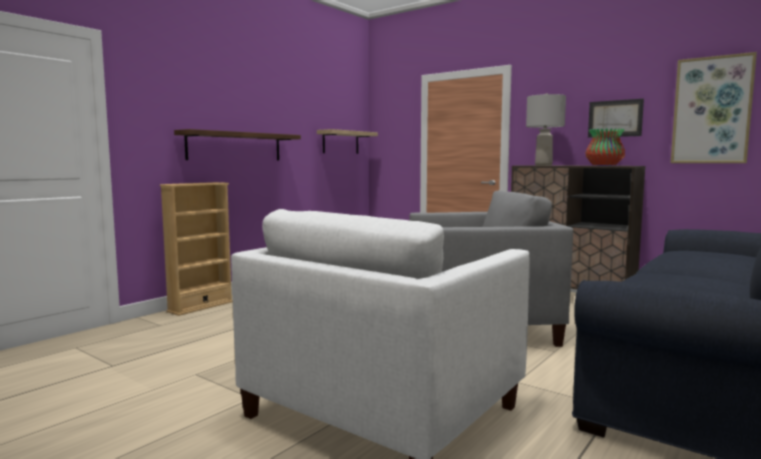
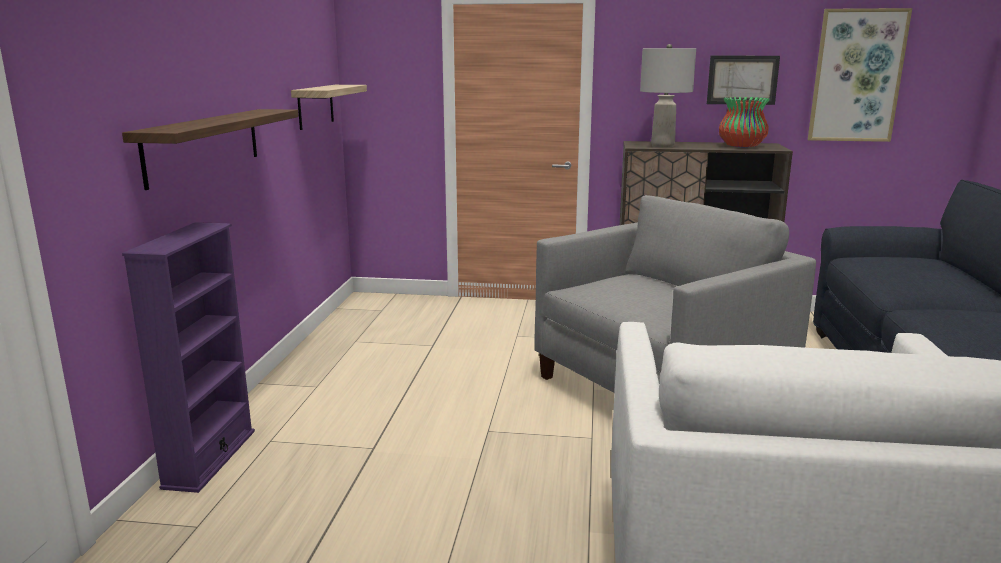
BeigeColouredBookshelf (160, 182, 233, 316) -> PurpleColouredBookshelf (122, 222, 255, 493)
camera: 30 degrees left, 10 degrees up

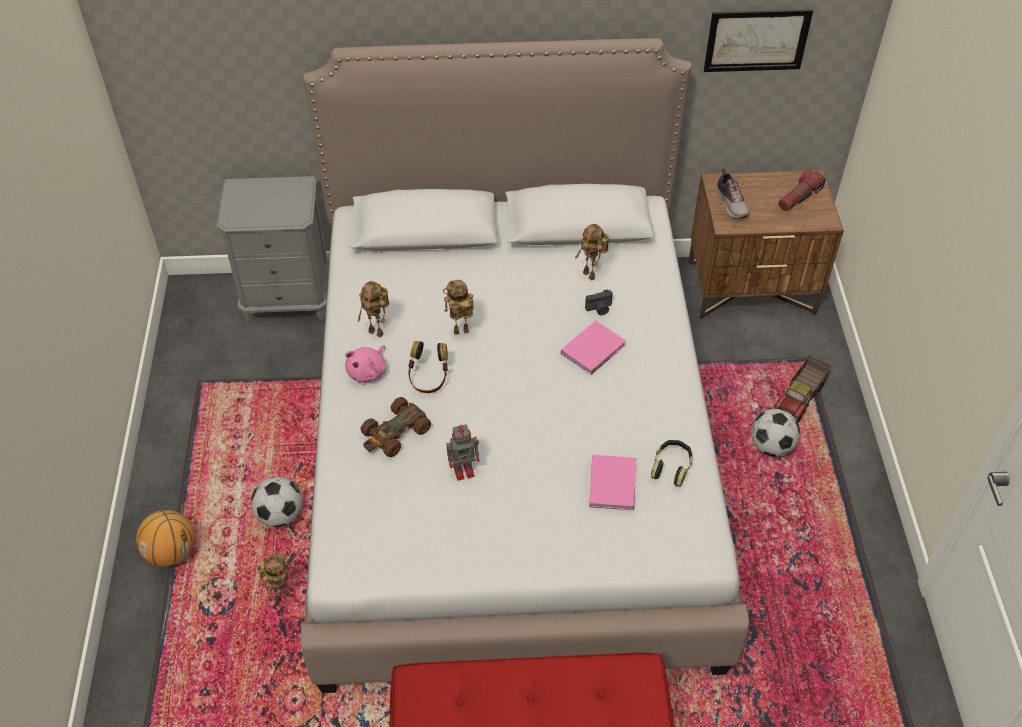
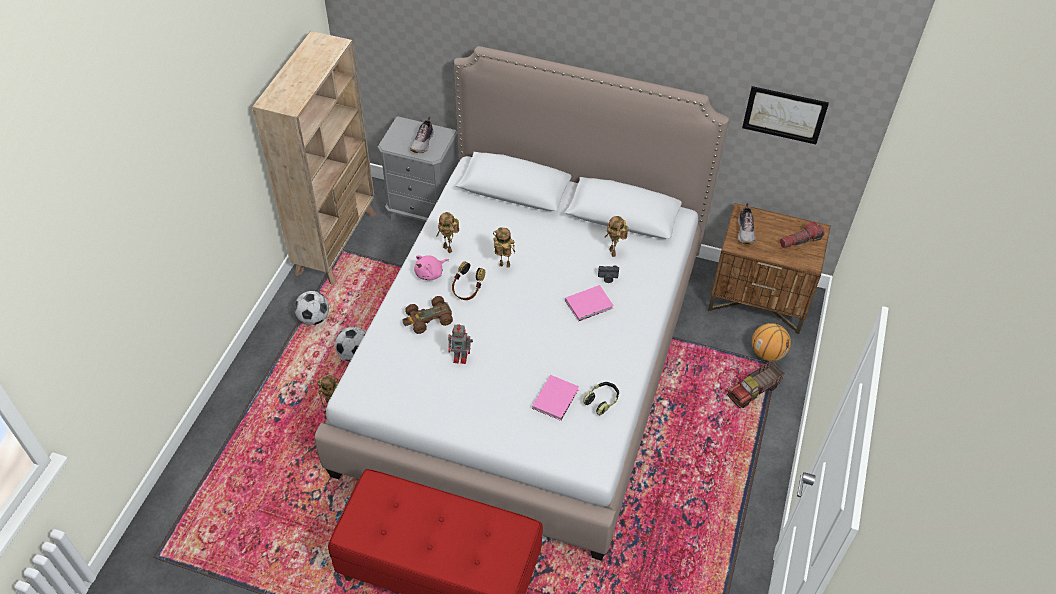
BasketballBall (136, 510, 195, 567) -> BasketballBall (752, 323, 791, 361), move
FootballBall (751, 409, 800, 457) -> FootballBall (294, 291, 329, 325), move
none -> BeigeColouredBookshelf (252, 31, 377, 285)
none -> LowShoe (410, 117, 434, 153)
camera: 20 degrees right, 0 degrees up

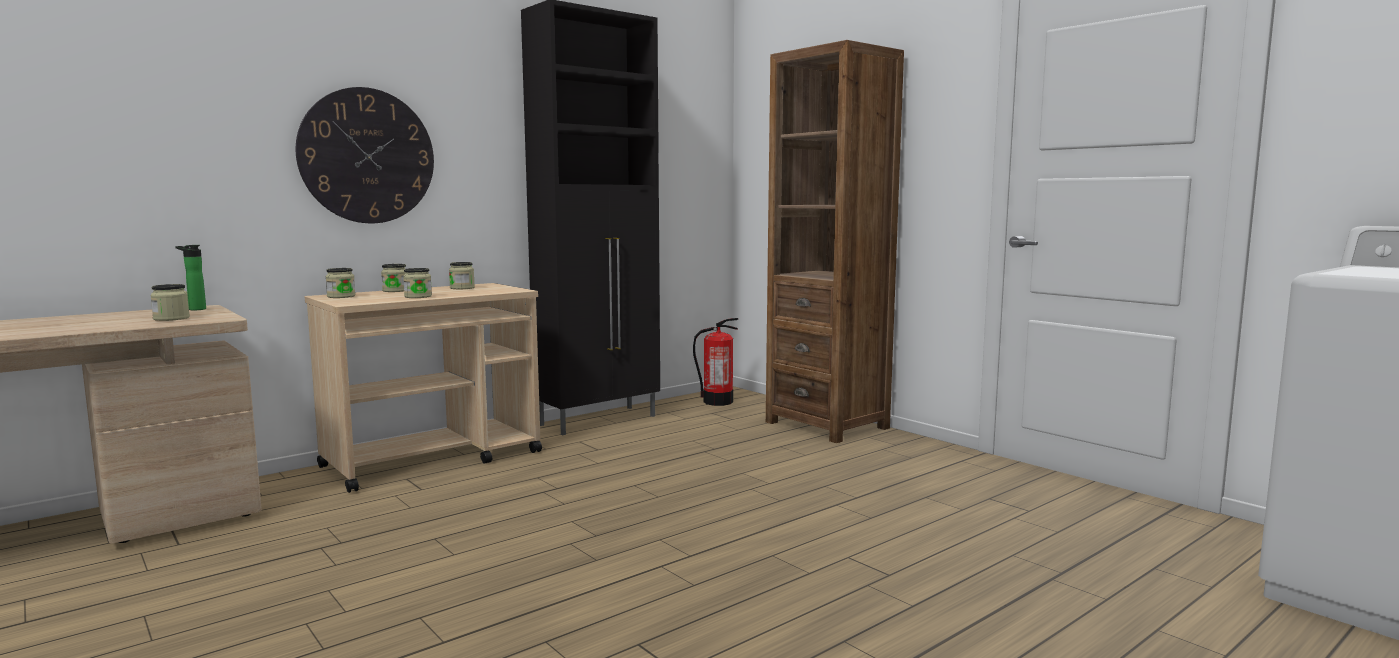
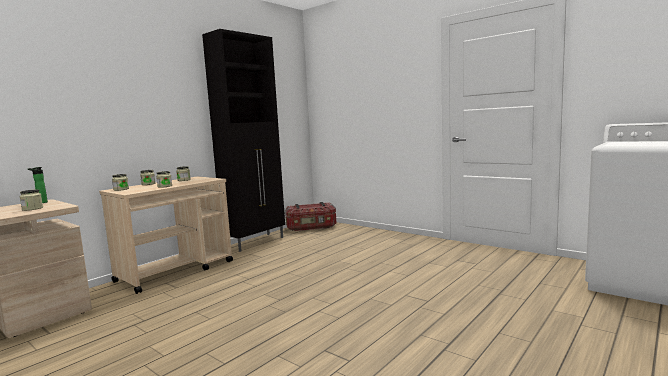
HangingClock (296, 87, 434, 223) -> none
Extinguisher (693, 318, 738, 406) -> StorageContainer (285, 202, 336, 231)
BrownishBookshelf (766, 40, 904, 443) -> none
camera: 10 degrees left, 0 degrees up

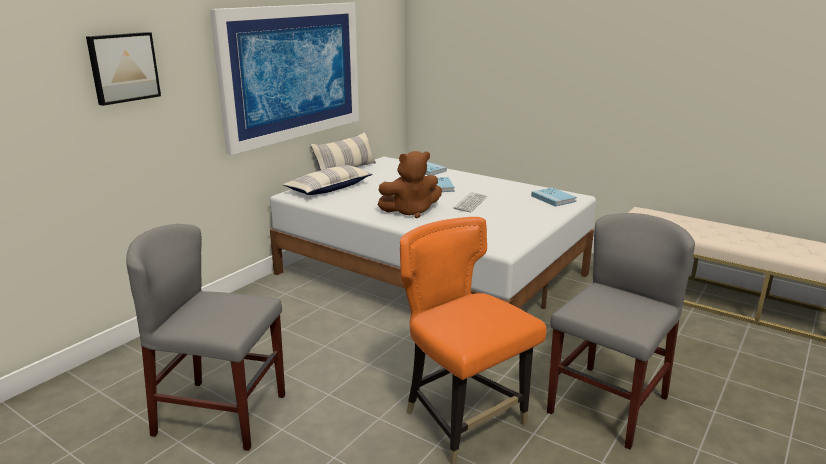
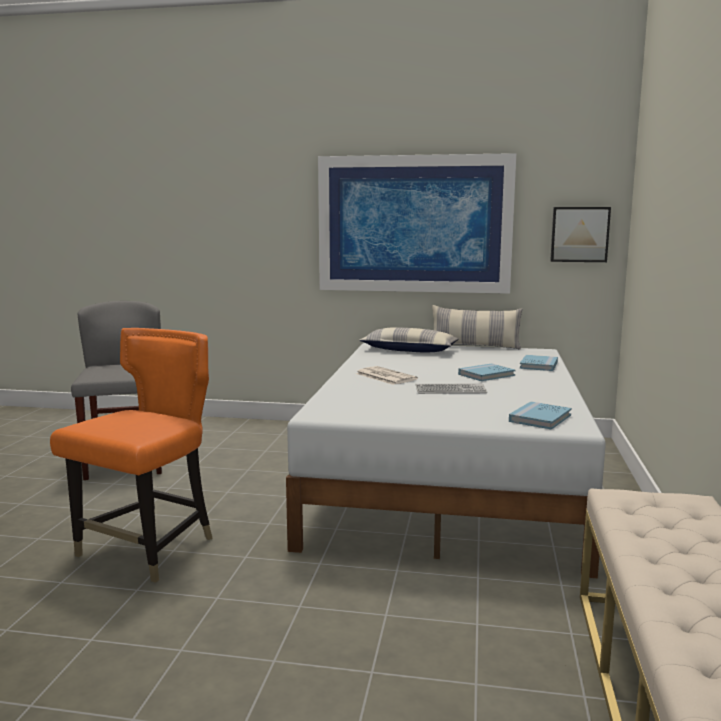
Picture (86, 32, 161, 106) -> Picture (550, 207, 611, 262), move
BrownishCuddlyToy (378, 151, 442, 218) -> Newspaper (356, 366, 418, 385)
GreyishUprightChair (547, 213, 695, 450) -> none
camera: 65 degrees right, 10 degrees down

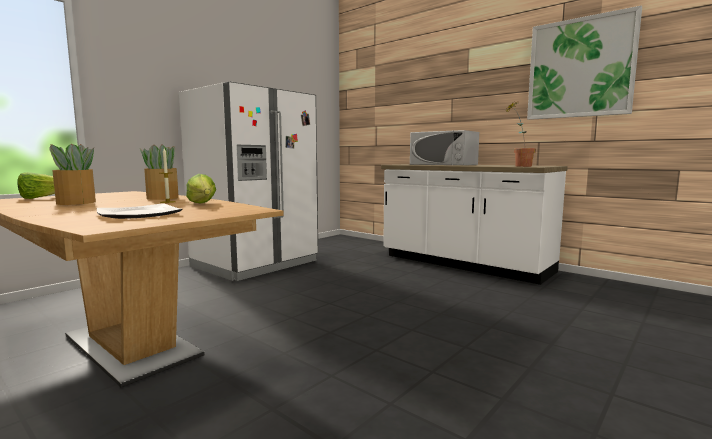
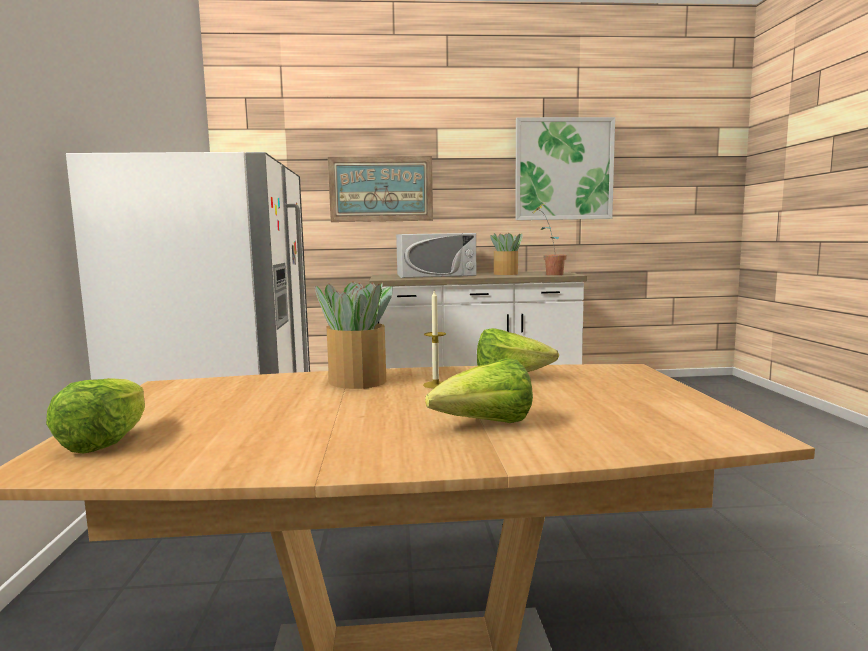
Houseplant (49, 144, 96, 205) -> Houseplant (490, 233, 523, 275), move
FlatDish (97, 203, 183, 219) -> none
none -> Picture (328, 156, 433, 222)
none -> LettuceHead (425, 358, 533, 423)
camera: 45 degrees left, 0 degrees up

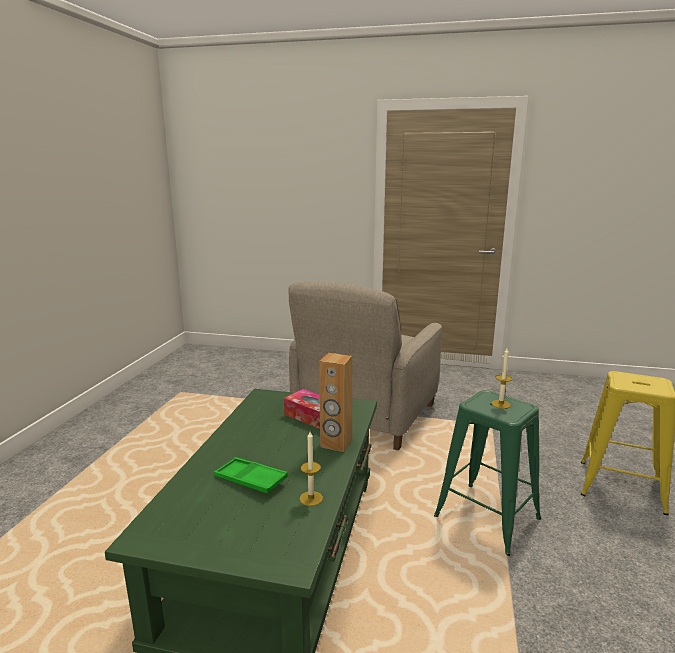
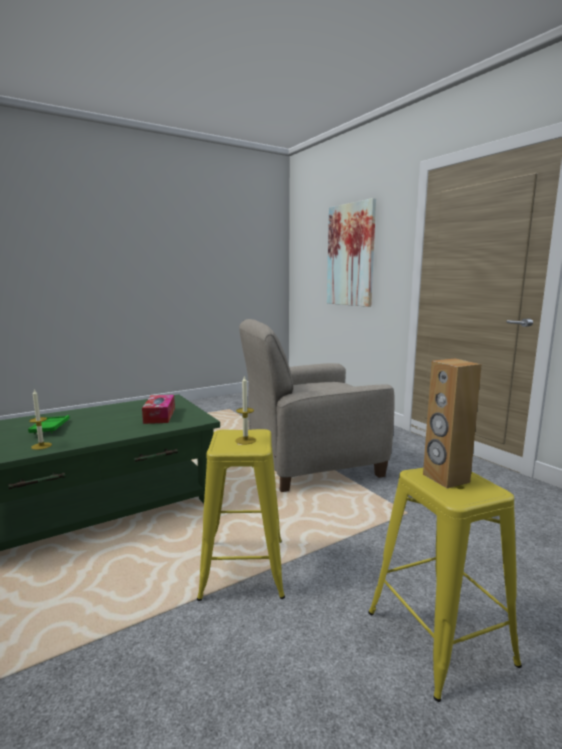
BrownishAudioSpeaker (319, 353, 352, 452) -> BrownishAudioSpeaker (423, 358, 481, 488), move
GreenStool (434, 390, 541, 556) -> YellowStool (197, 429, 285, 601)
none -> Picture (327, 198, 376, 307)
camera: 45 degrees right, 5 degrees down

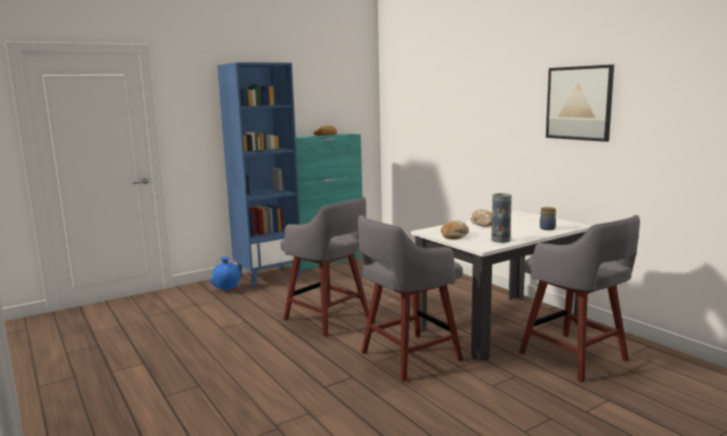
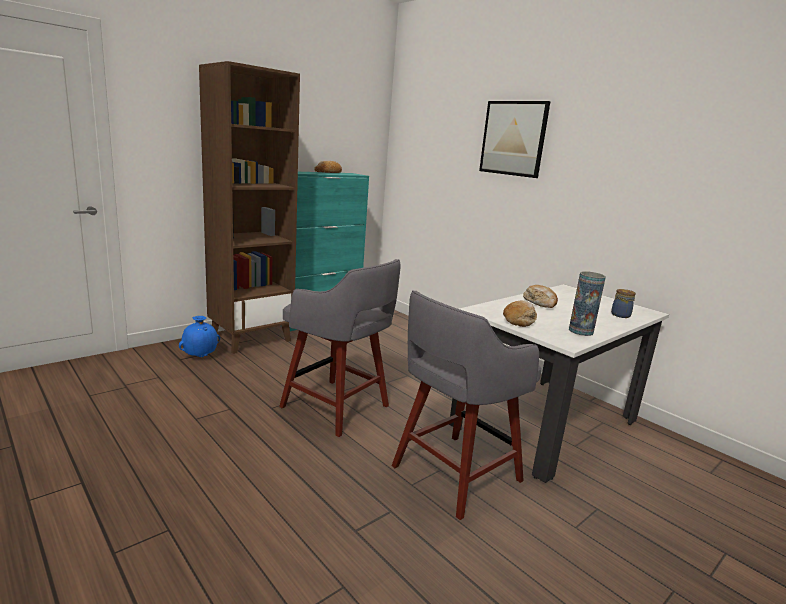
BluishBookshelf (217, 62, 302, 287) -> BrownishBookshelf (199, 61, 300, 354)
GreyishStool (519, 215, 640, 382) -> none
Picture (546, 65, 614, 142) -> Picture (479, 101, 550, 178), move
camera: 10 degrees left, 5 degrees up

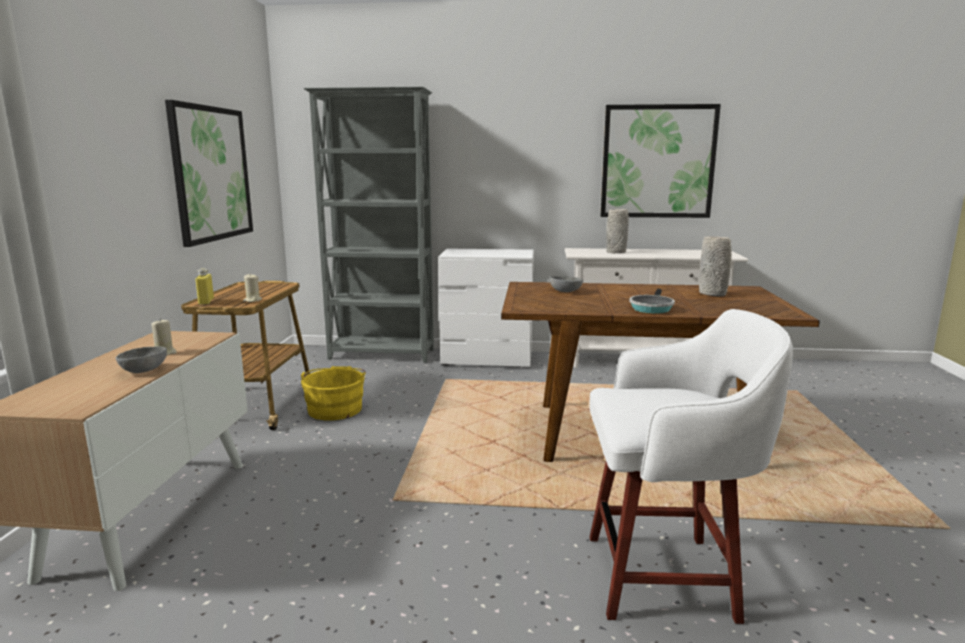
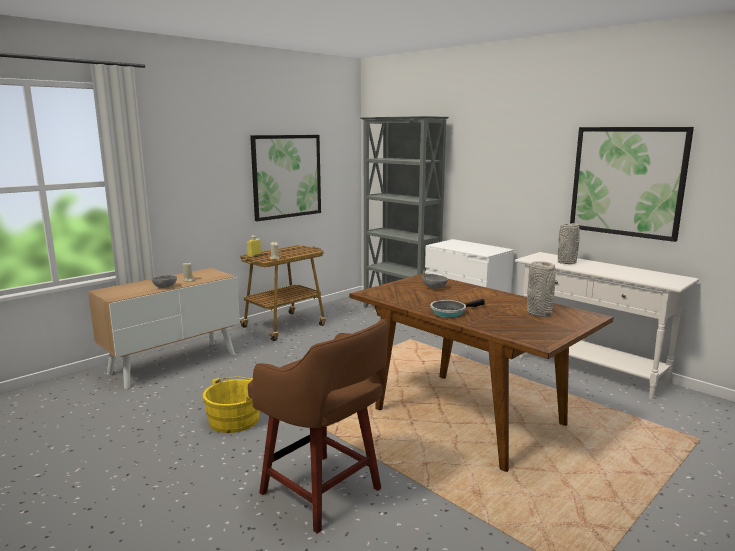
YellowBucket (301, 366, 366, 421) -> YellowBucket (203, 377, 260, 433), move
WhiteColouredStool (589, 309, 793, 624) -> BrownishStool (248, 319, 388, 534)
camera: 40 degrees right, 0 degrees up

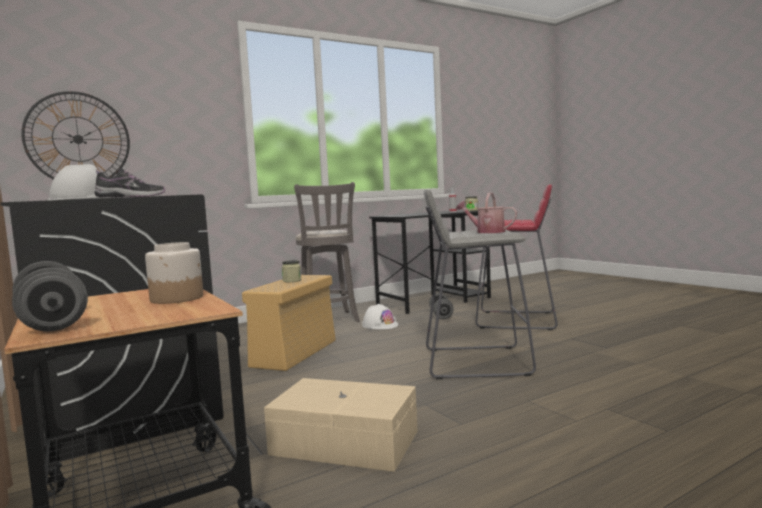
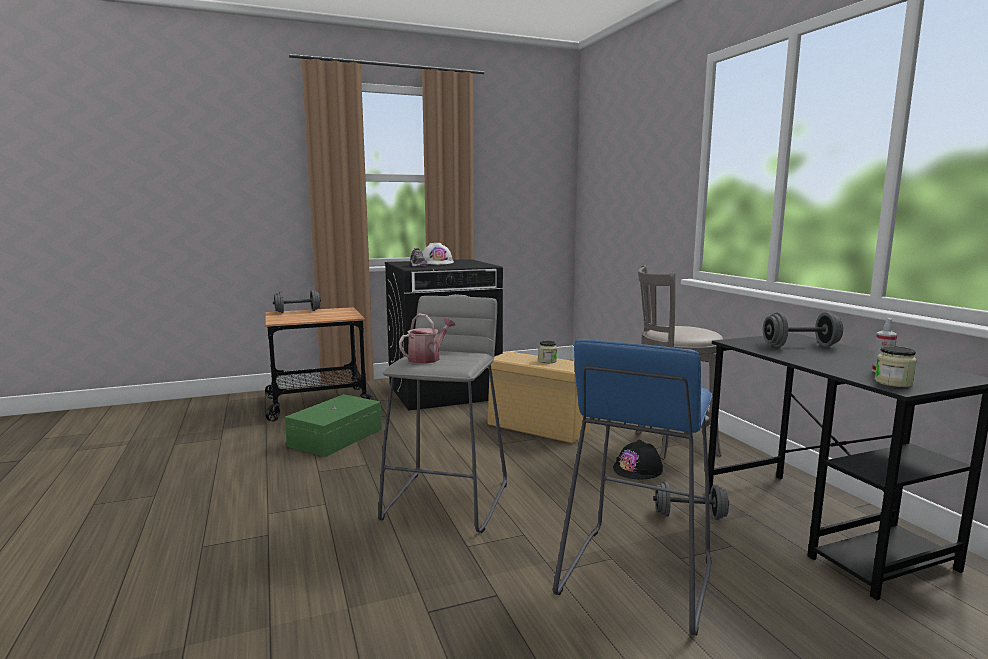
HangingClock (21, 91, 130, 179) -> none
StorageJar (145, 242, 203, 304) -> none
BeigeColouredStorageContainer (264, 378, 417, 472) -> GreenStorageContainer (285, 394, 382, 457)
WhiteColouredHardHat (362, 304, 398, 329) -> BlackHardHat (613, 440, 663, 479)
RedColouredStool (475, 184, 558, 330) -> BluishStool (553, 339, 713, 636)
none -> GreyishDumbbell (763, 312, 843, 347)
camera: 100 degrees right, 5 degrees up

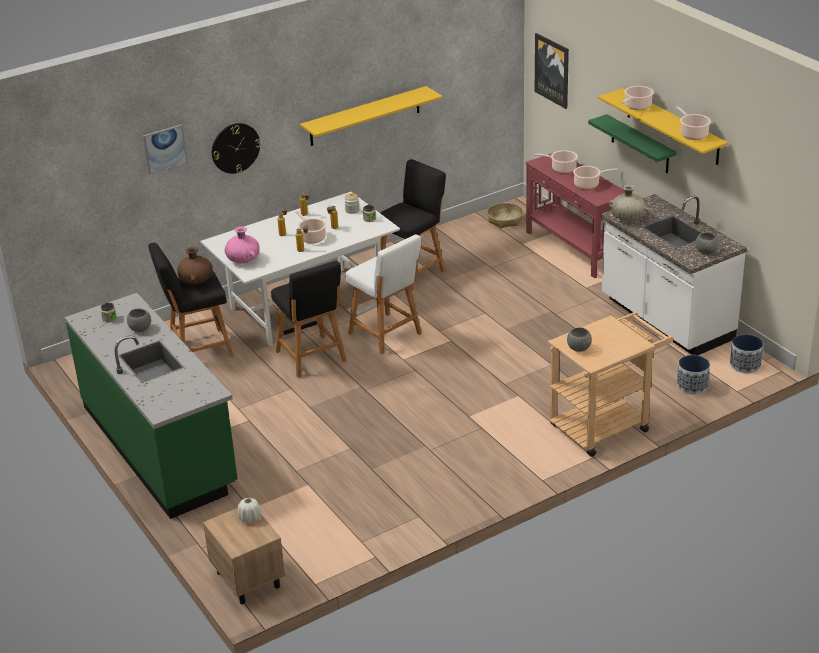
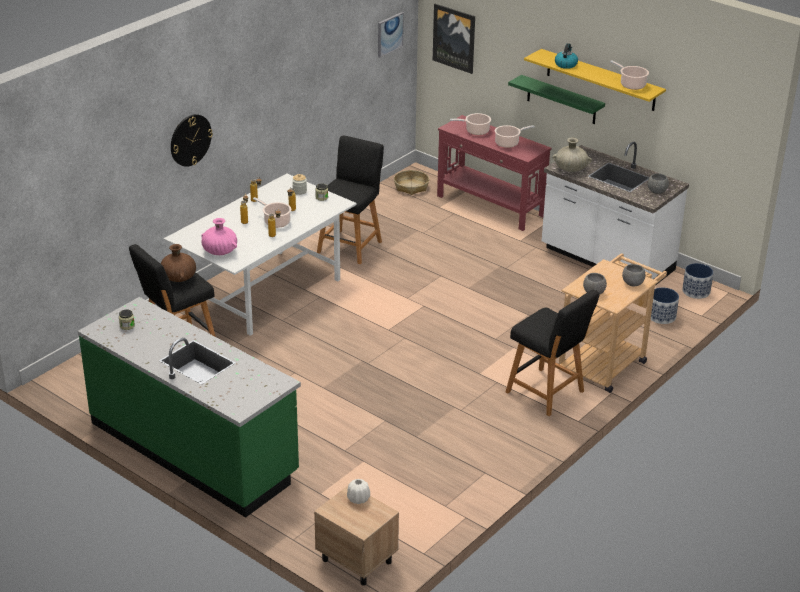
GreyishBowl (127, 308, 151, 332) -> GreyishBowl (622, 264, 646, 287), move
Picture (143, 125, 188, 175) -> Picture (378, 12, 404, 58), move
BlackStool (271, 261, 347, 377) -> BlackStool (506, 290, 599, 416), move
YellowShelf (300, 86, 443, 146) -> none
WhiteColouredStool (346, 235, 422, 354) -> none
Saucepot (622, 86, 654, 110) -> TeaKettle (555, 43, 578, 69)
camera: 20 degrees left, 0 degrees up

